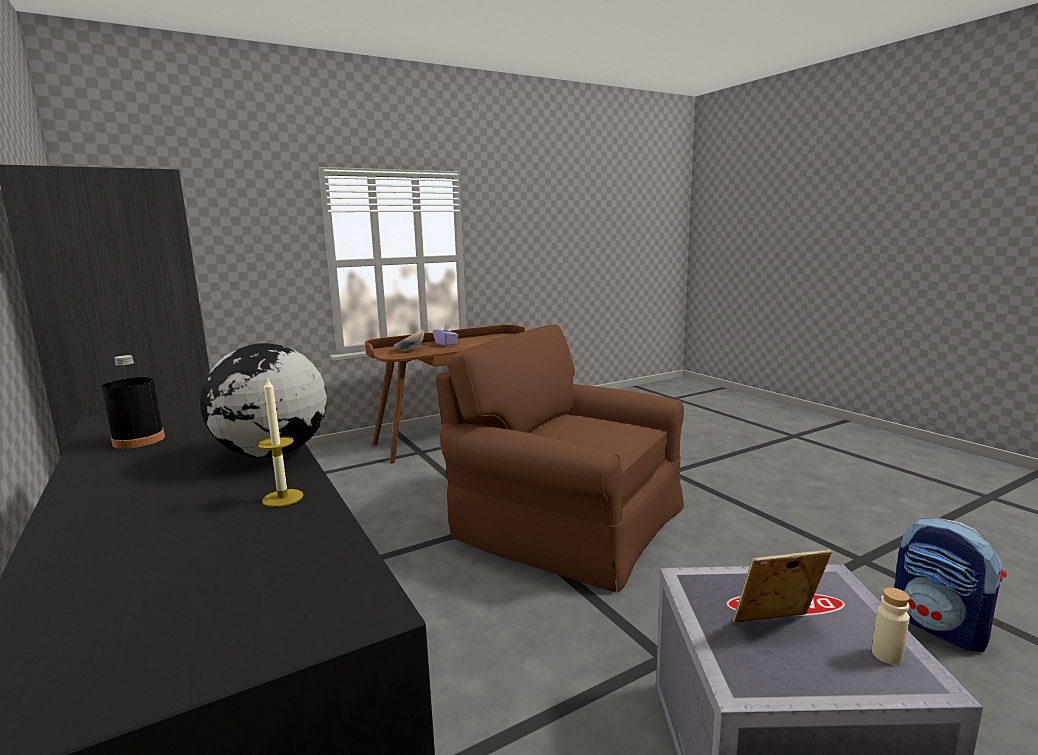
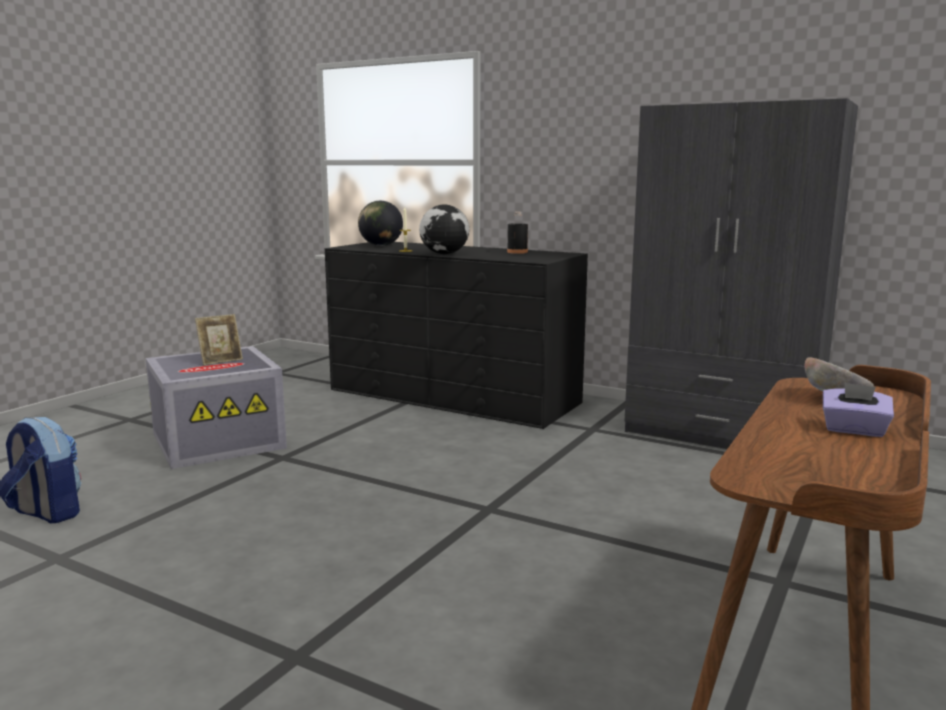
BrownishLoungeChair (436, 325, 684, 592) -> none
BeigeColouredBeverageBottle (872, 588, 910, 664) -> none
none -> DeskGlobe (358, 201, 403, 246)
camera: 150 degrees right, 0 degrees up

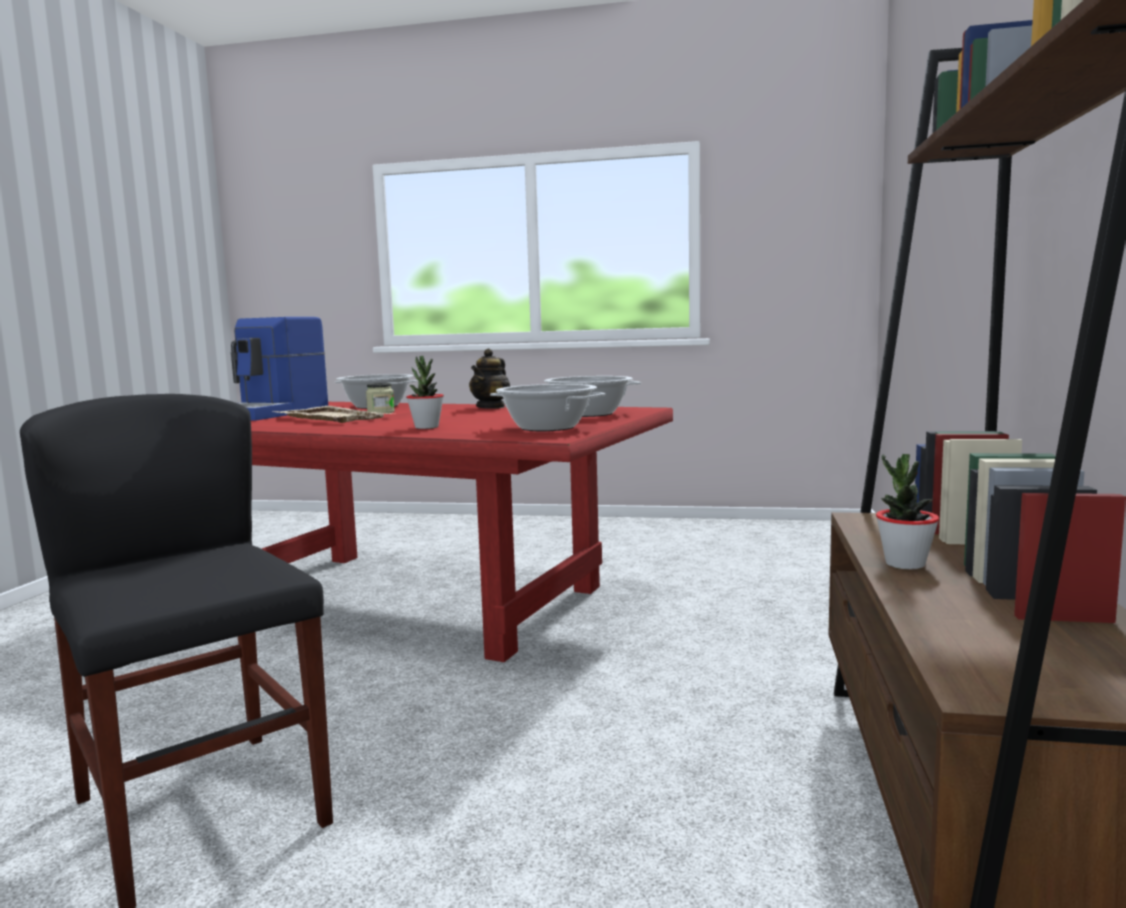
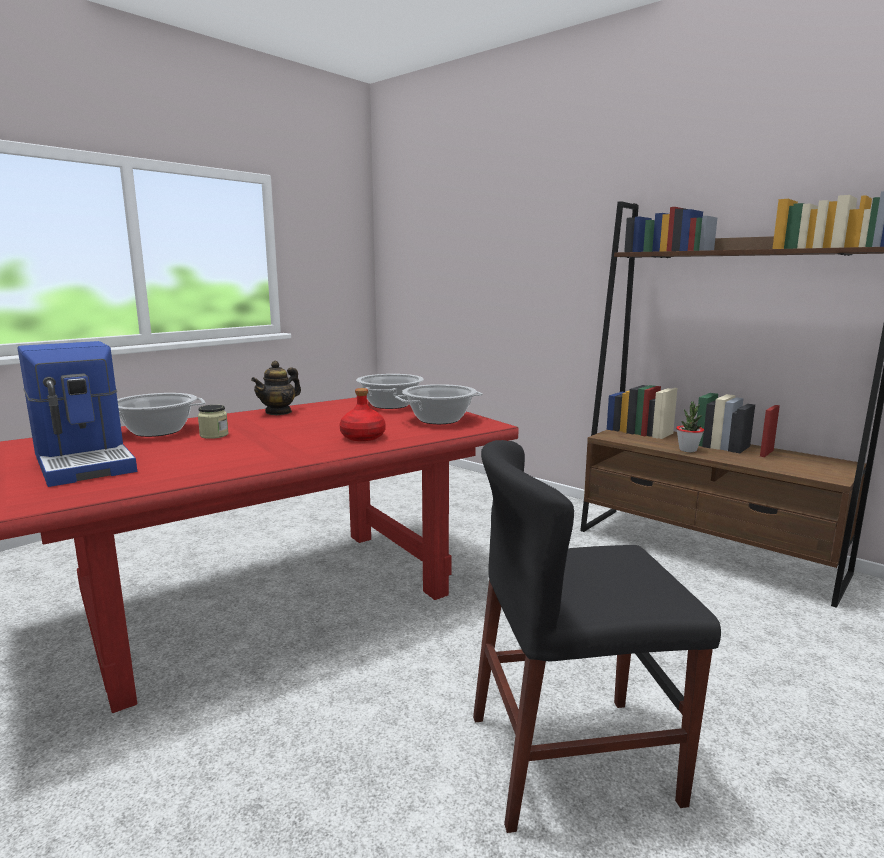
BeigeColouredTray (272, 406, 392, 423) -> none
Houseplant (406, 356, 444, 429) -> RedColouredBeverageBottle (339, 388, 386, 441)
TeaPot (469, 348, 510, 409) -> TeaPot (251, 361, 301, 415), 75 degrees clockwise
camera: 60 degrees left, 5 degrees up

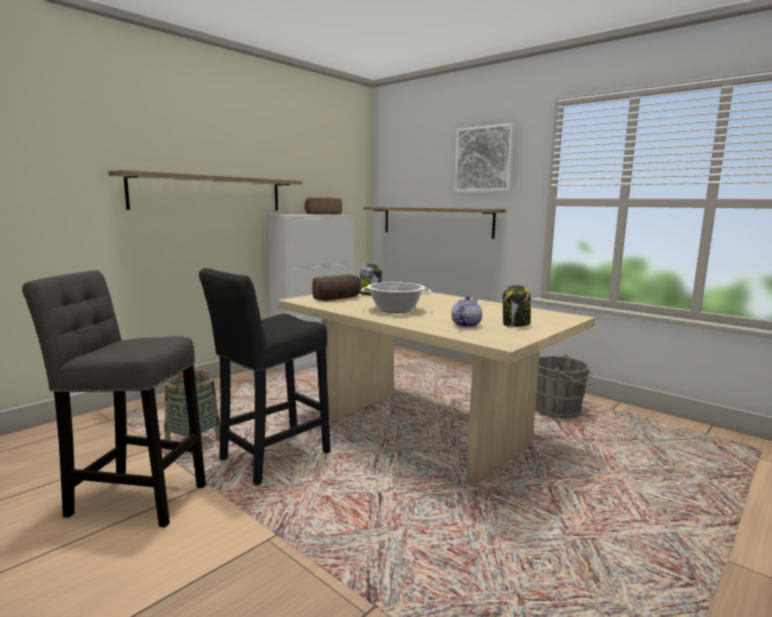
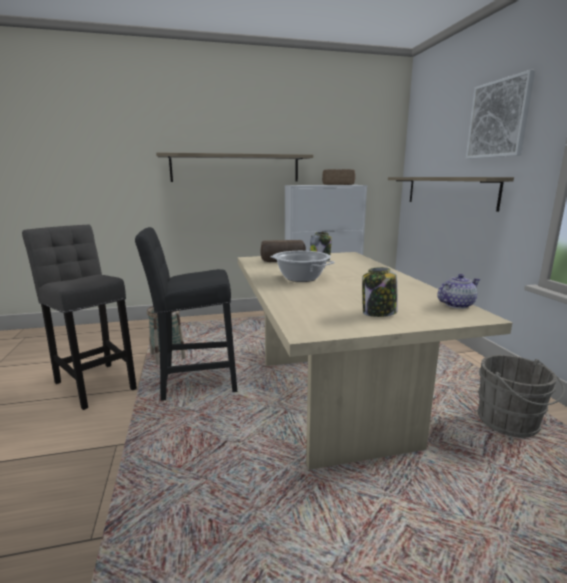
TeaPot (451, 296, 482, 327) -> TeaPot (437, 274, 481, 309), move
camera: 35 degrees right, 5 degrees up

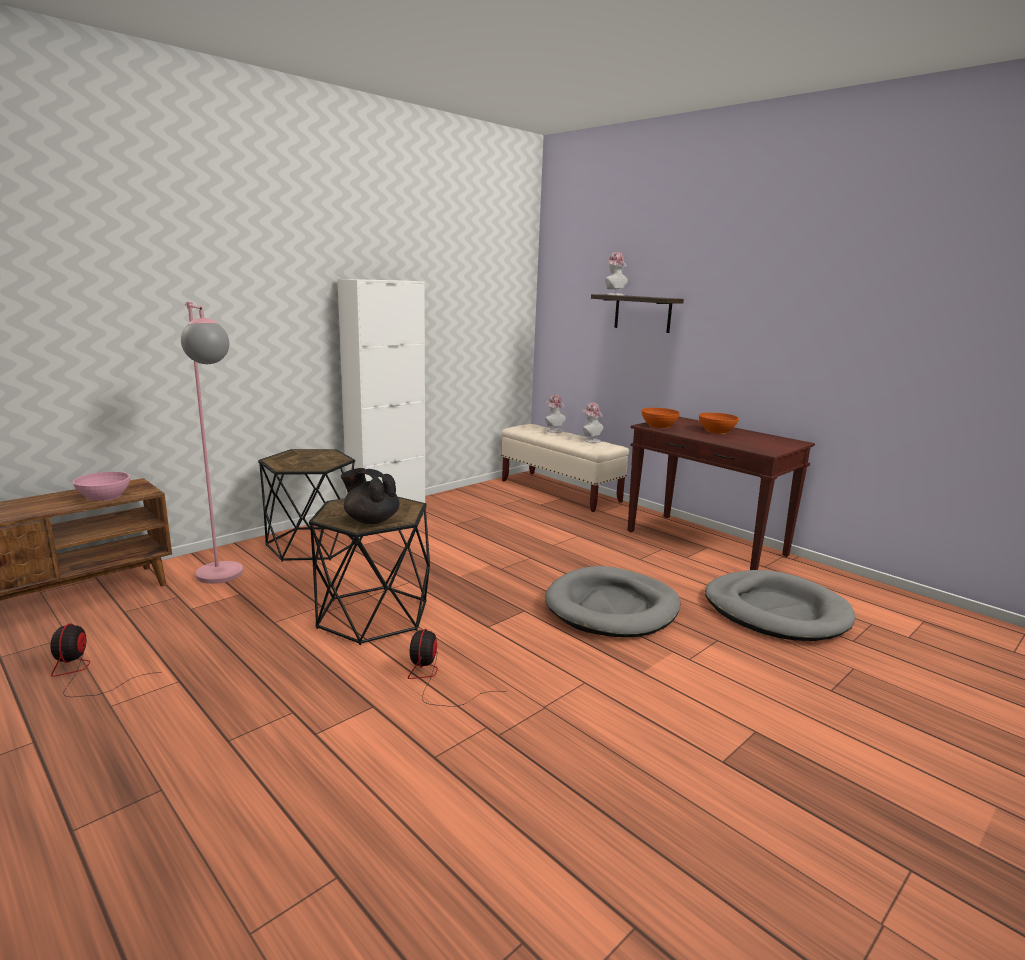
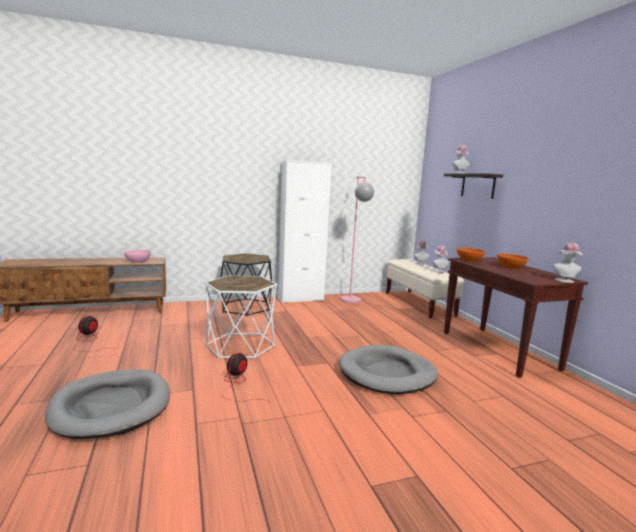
PinkishFloorLamp (181, 302, 243, 584) -> PinkishFloorLamp (341, 176, 374, 303), move
BlackAccentTable (309, 497, 430, 645) -> WhiteColouredAccentTable (205, 276, 277, 359)
BlackTeaPot (341, 468, 399, 524) -> none
GreyishDogCushion (705, 570, 855, 641) -> GreyishDogCushion (45, 369, 170, 439), move
none -> ClothingHat (553, 243, 583, 283)
camera: 25 degrees right, 5 degrees down

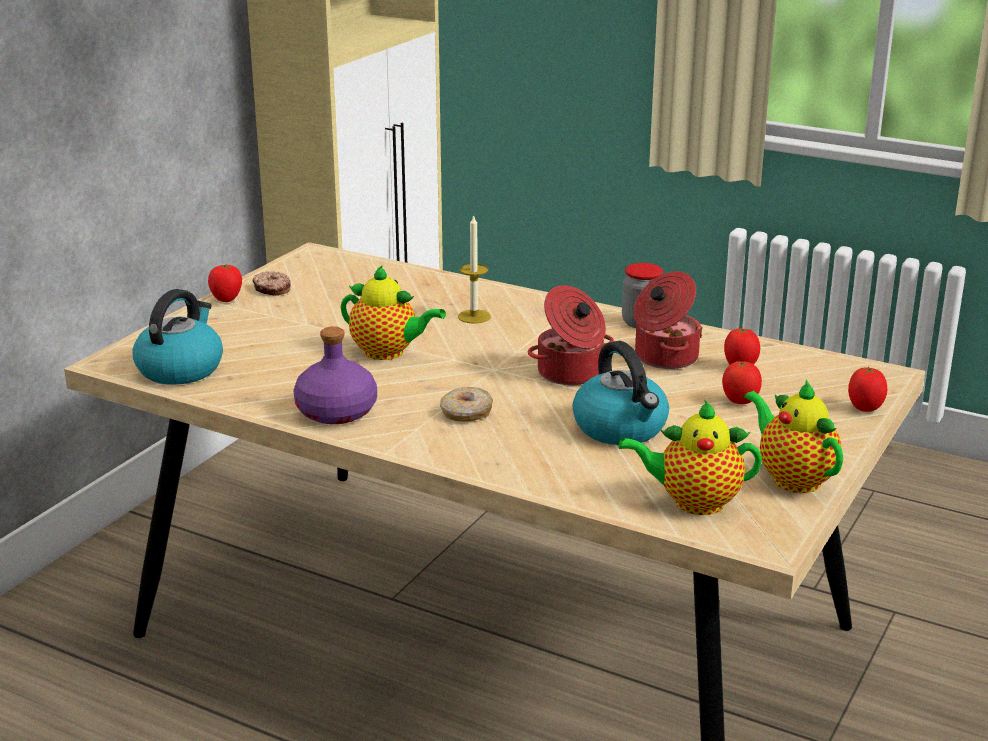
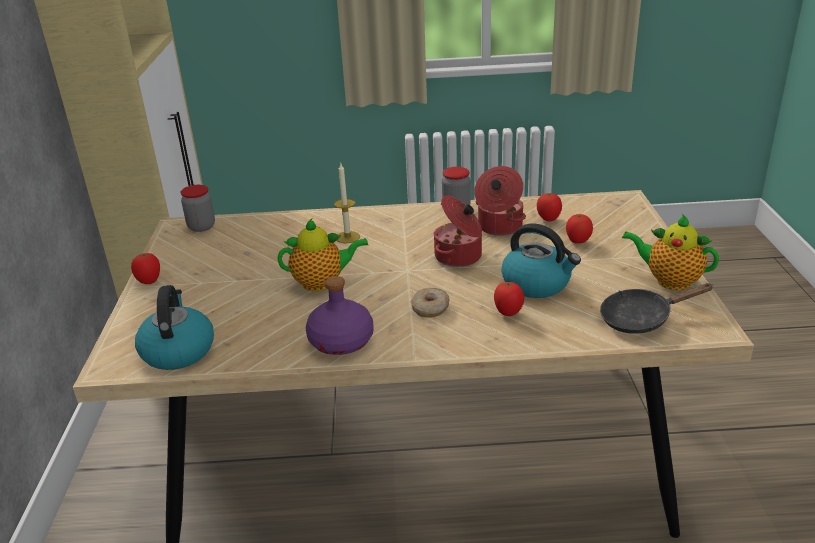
Doughnut (253, 271, 291, 296) -> none
TeaPot (618, 400, 762, 515) -> BlackFryingPan (600, 283, 714, 334)
WholeTomato (848, 367, 887, 412) -> WholeTomato (494, 282, 524, 316), move
none -> StorageJar (180, 185, 215, 232)
camera: 30 degrees left, 5 degrees up

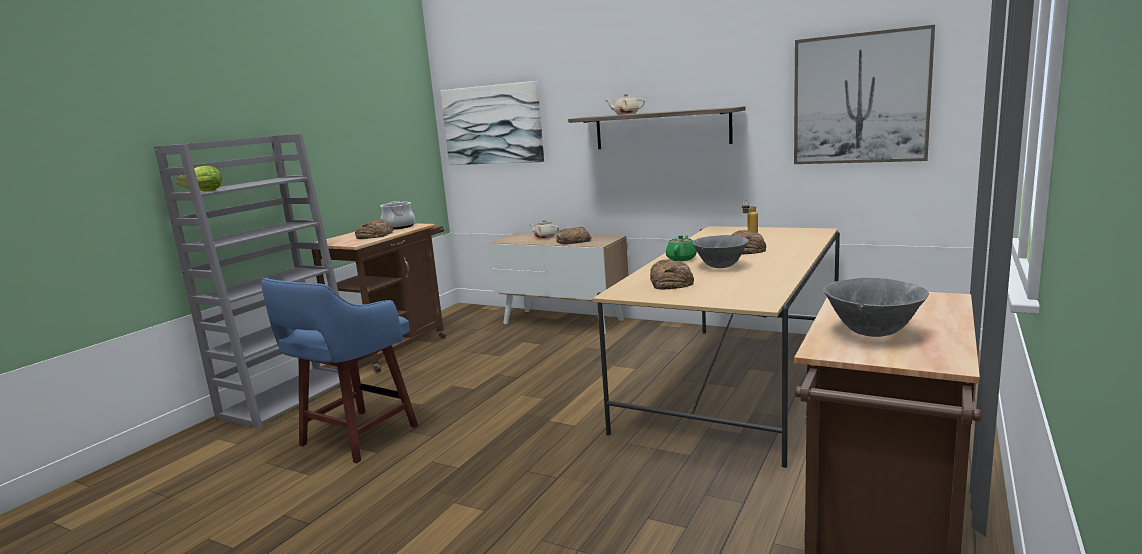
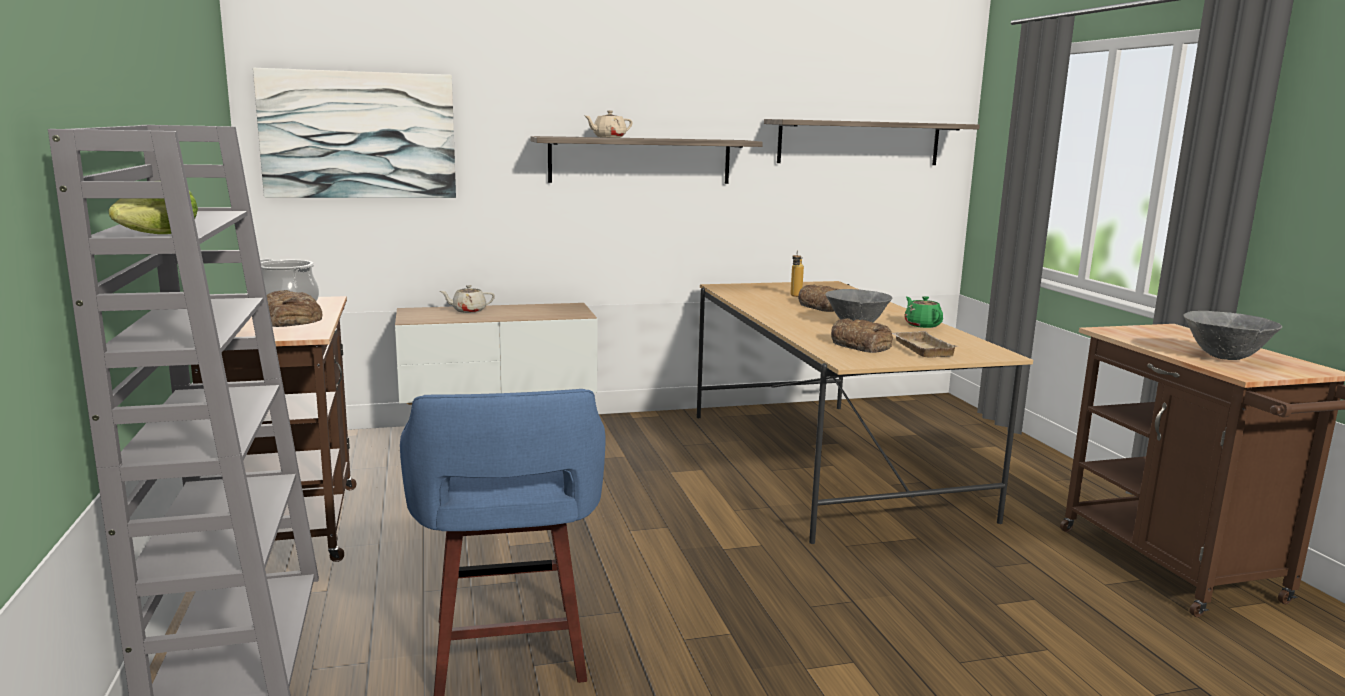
BakeryBread (556, 227, 591, 245) -> none
GreenTeaPot (666, 235, 697, 261) -> GreenTeaPot (905, 296, 943, 328), move
Picture (794, 25, 935, 164) -> Shelf (764, 119, 980, 165)
none -> BeigeColouredTray (892, 331, 957, 358)
camera: 45 degrees left, 0 degrees up

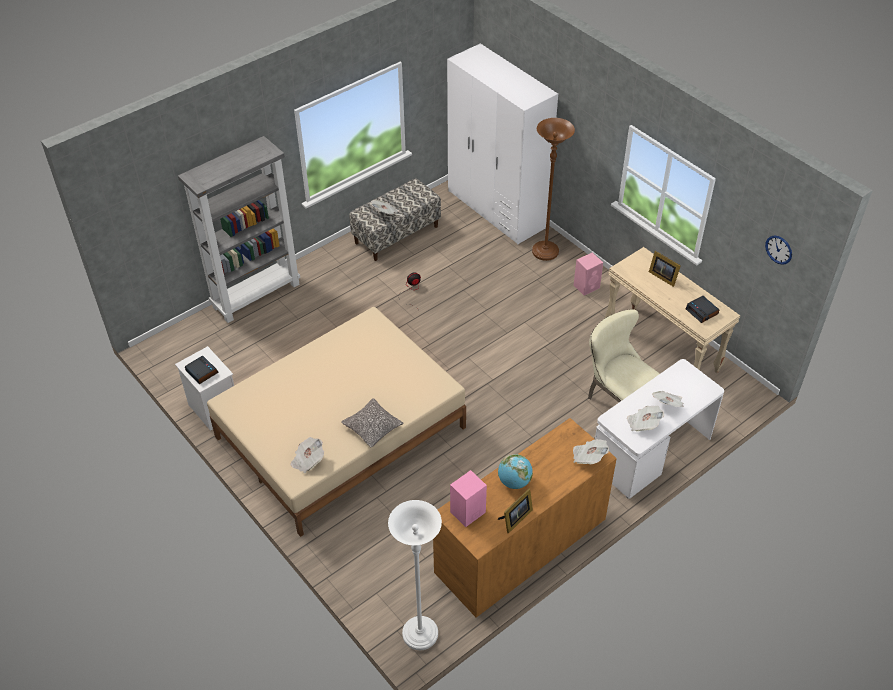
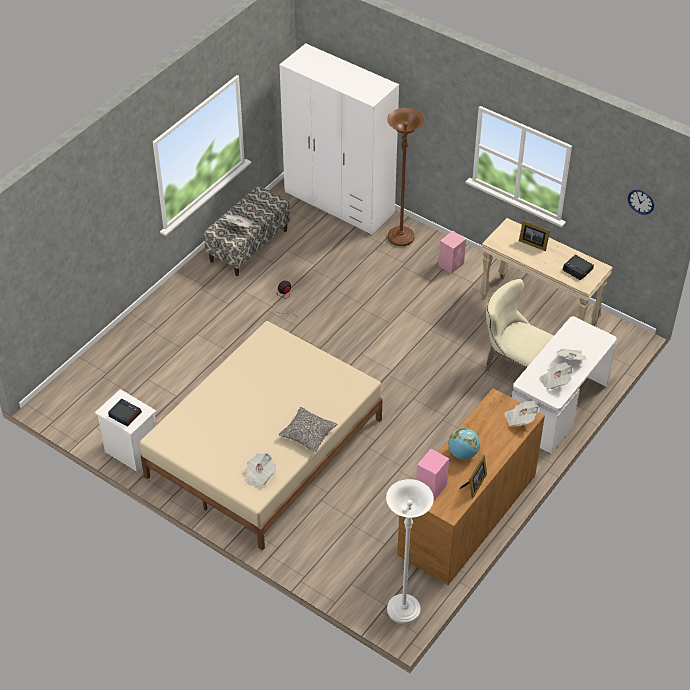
GreyishBookshelf (178, 136, 301, 323) -> none
camera: 15 degrees left, 0 degrees up

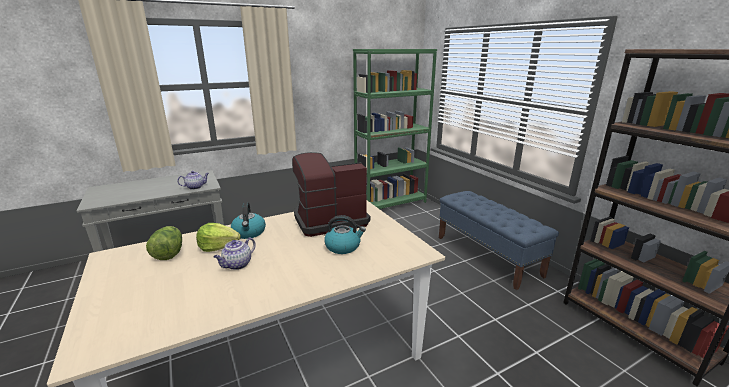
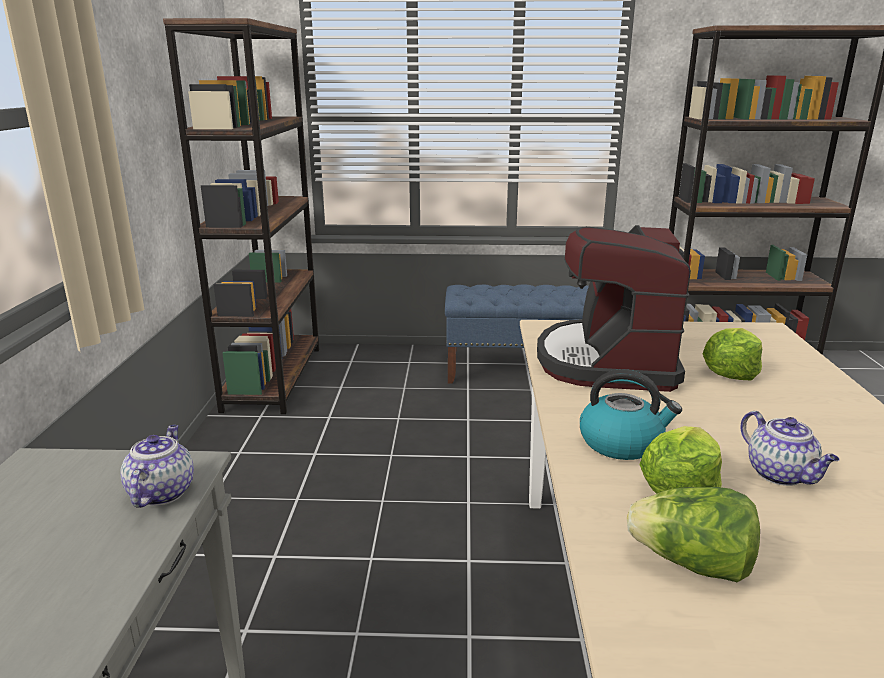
TeaKettle (324, 215, 366, 254) -> LettuceHead (702, 328, 762, 381)
GreenBookshelf (353, 49, 437, 209) -> BrownishBookshelf (163, 18, 319, 414)
camera: 60 degrees left, 0 degrees up

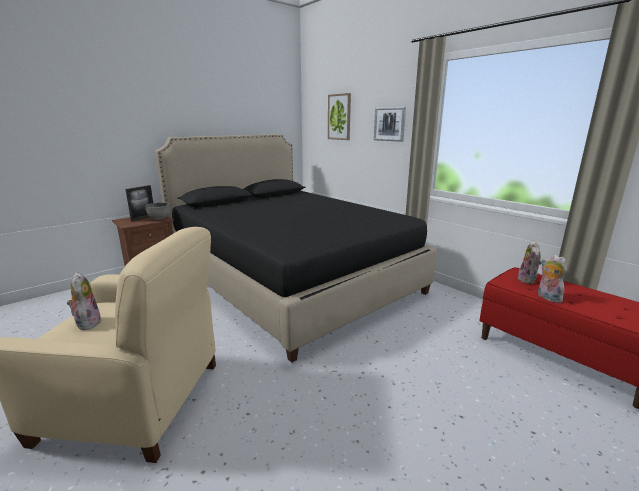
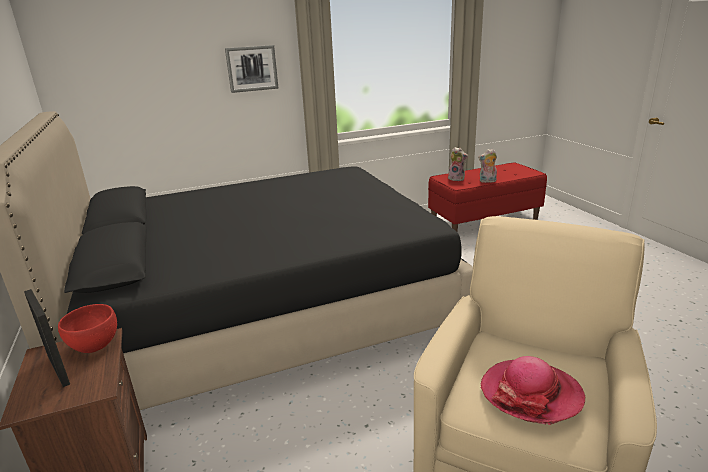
CuddlyToy (67, 272, 101, 330) -> ClothingHat (480, 356, 585, 425)
GreyishBowl (146, 203, 170, 220) -> RedColouredBowl (58, 304, 117, 353)
Picture (328, 93, 351, 140) -> none
camera: 70 degrees left, 5 degrees up

